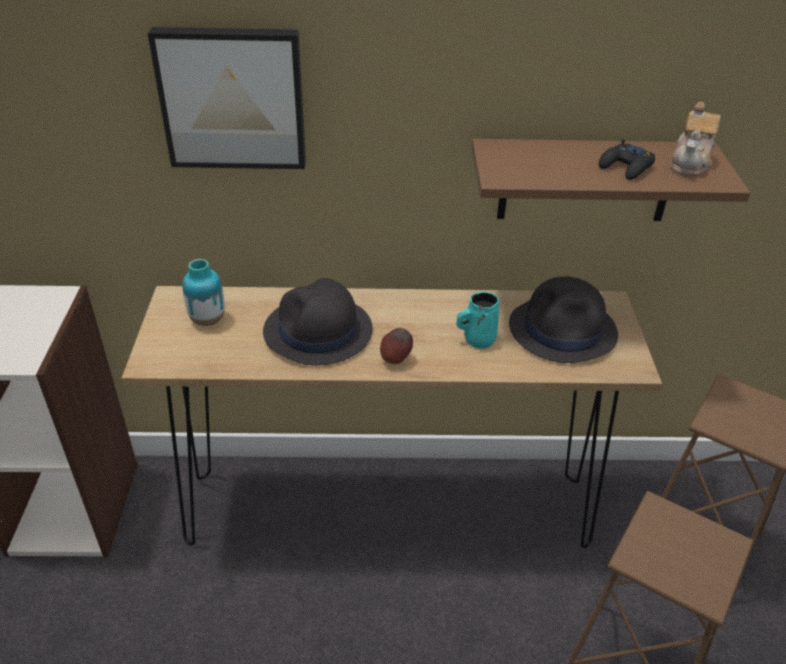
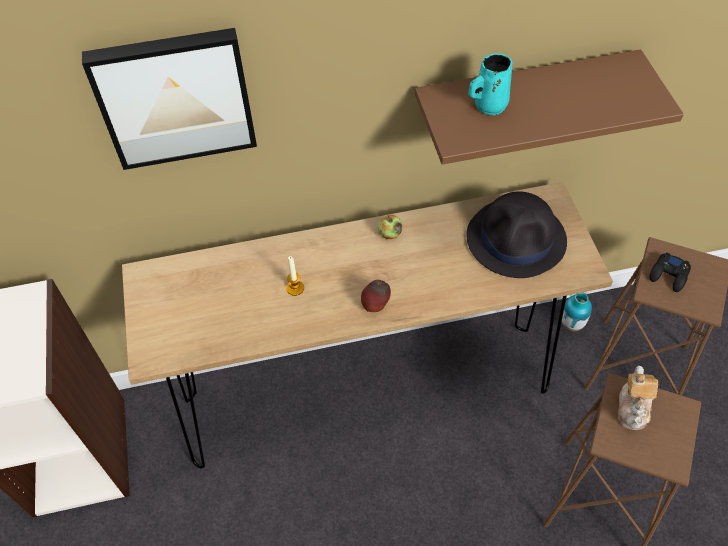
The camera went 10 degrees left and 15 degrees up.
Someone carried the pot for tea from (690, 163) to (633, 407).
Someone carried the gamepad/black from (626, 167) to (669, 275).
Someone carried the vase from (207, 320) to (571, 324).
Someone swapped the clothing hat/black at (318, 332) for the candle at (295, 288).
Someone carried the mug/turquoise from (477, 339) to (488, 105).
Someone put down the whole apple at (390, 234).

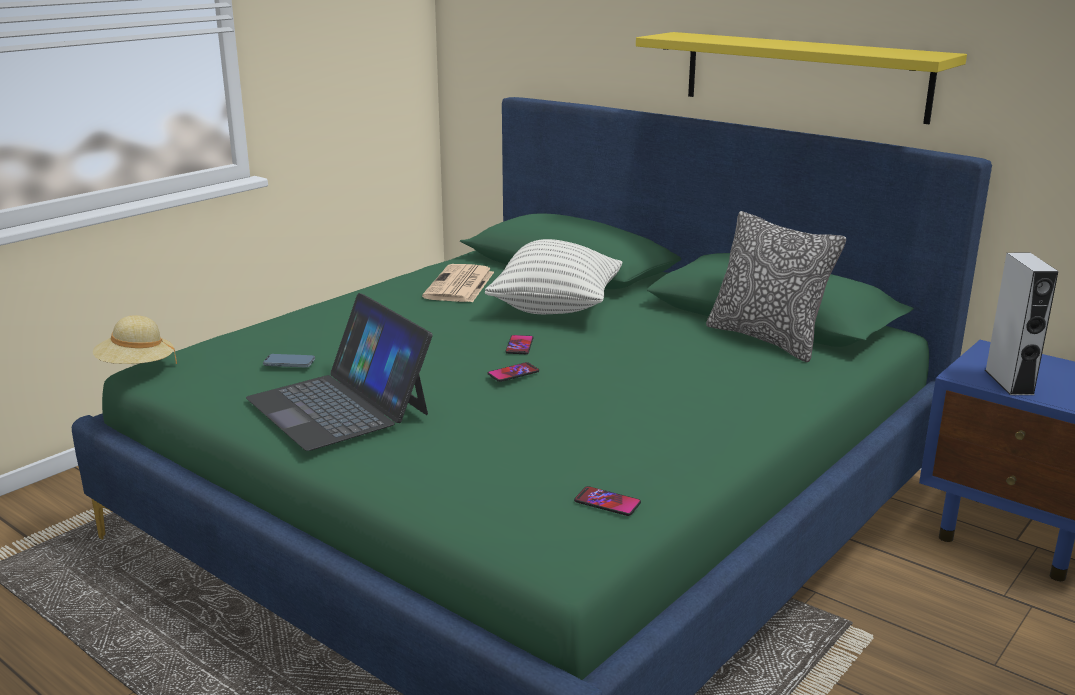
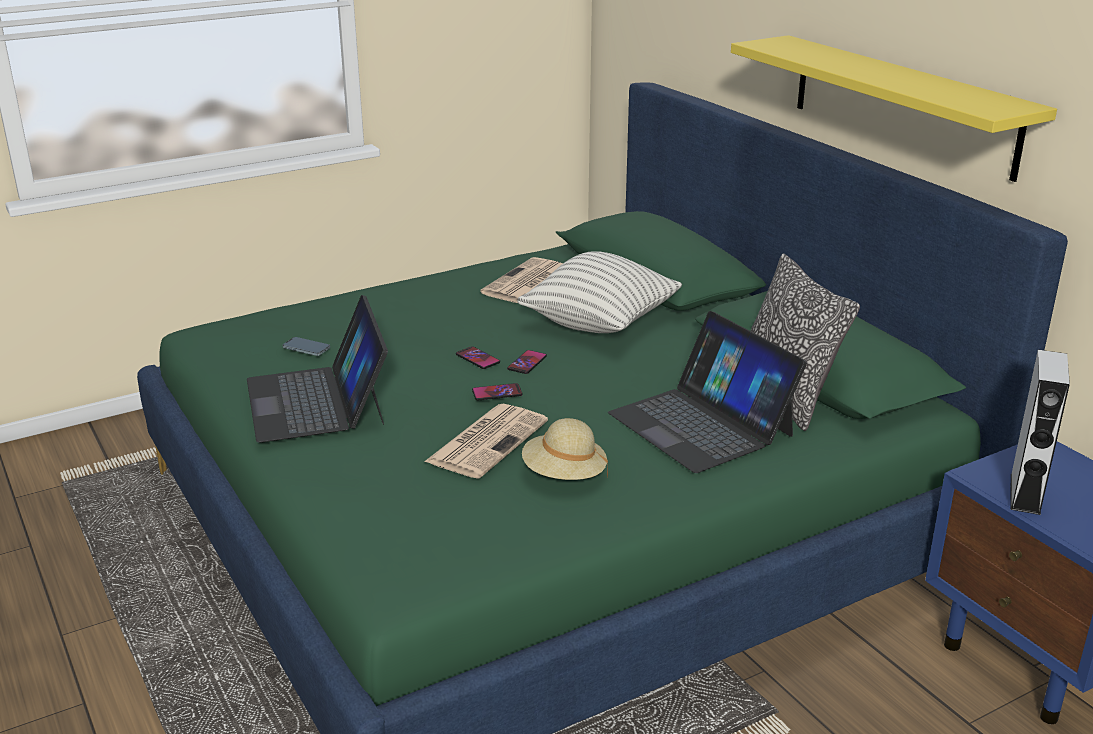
The camera went 20 degrees right and 5 degrees up.
Someone carried the clothing hat/sand-coloured from (136, 368) to (564, 475).
Someone carried the telephone from (607, 502) to (477, 358).
Someone put down the laptop at (701, 424).
Someone put down the daily paper at (487, 441).

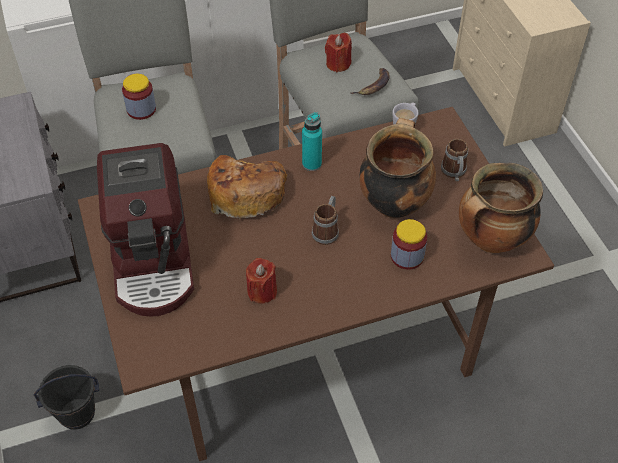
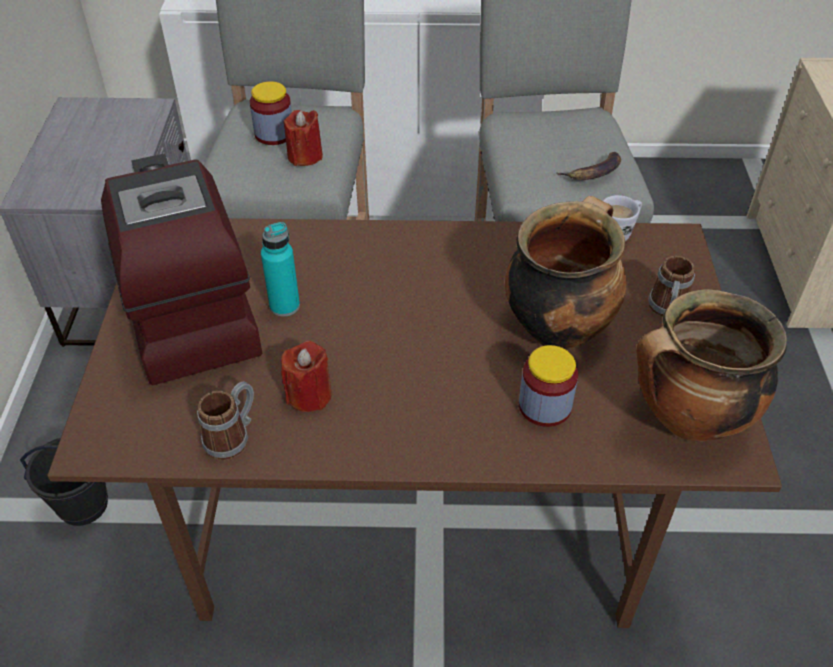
The camera went 20 degrees right and 5 degrees down.
Someone carried the candle/red-coloured from (338, 64) to (305, 156).
Someone carried the beverage bottle/turquoise from (312, 164) to (284, 306).
Someone rotated the coffee brewer at (154, 261) by 150 degrees clockwise.
Someone took away the baked bread at (245, 192).
Someone carried the mug from (327, 230) to (233, 436).

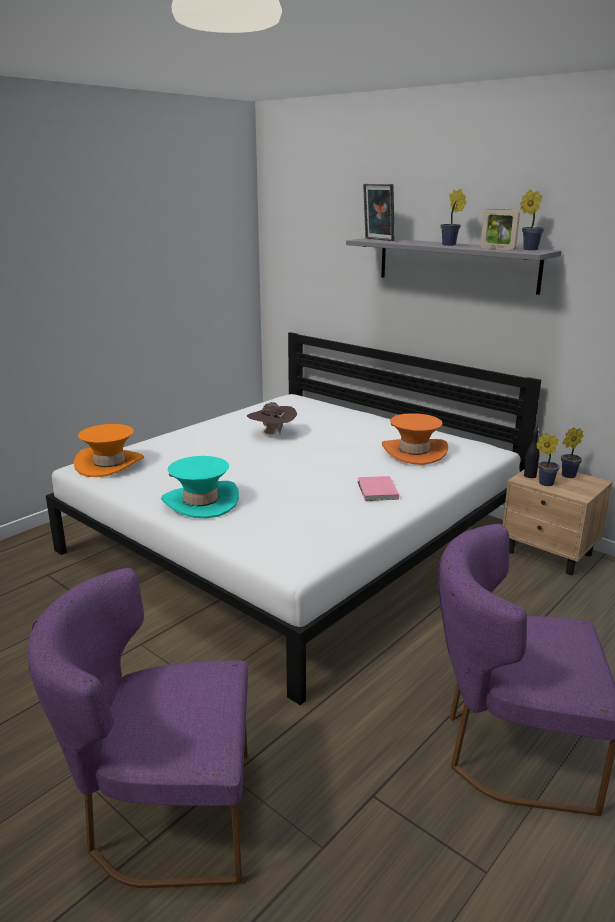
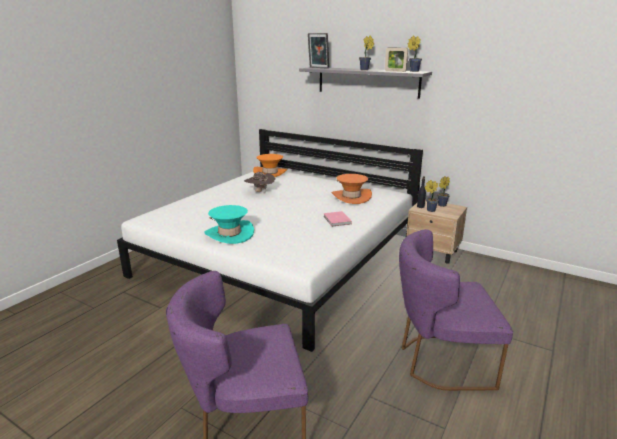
The camera went 10 degrees left and 0 degrees up.
Someone carried the clothing hat/orangey from (109, 464) to (270, 173).

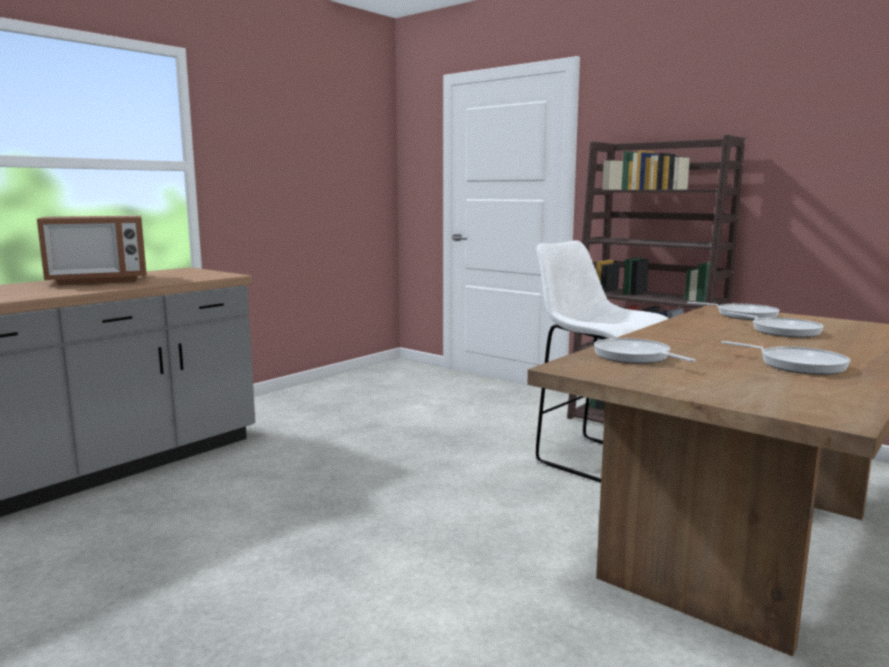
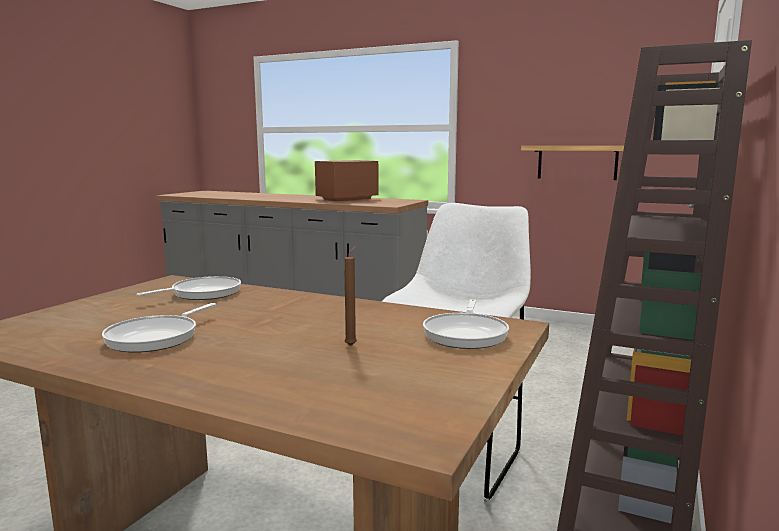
The camera went 75 degrees right and 0 degrees up.
Someone rotated the microwave at (98, 280) by 90 degrees clockwise.
Someone swapped the skillet at (781, 331) for the candle/brownish at (352, 345).
Someone put up the bracket shelf at (577, 162).

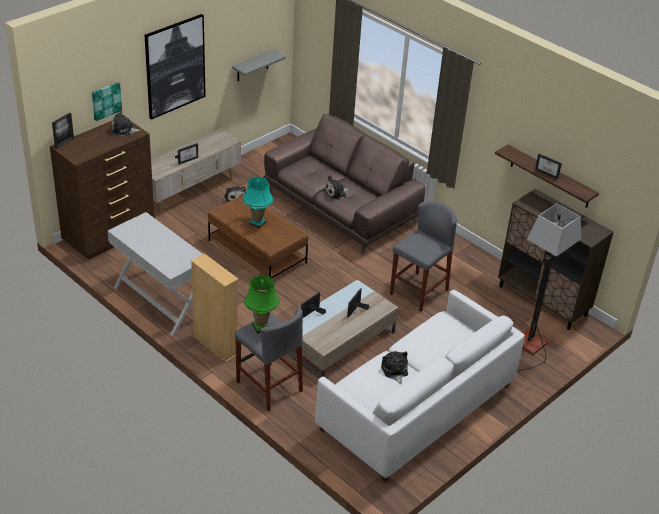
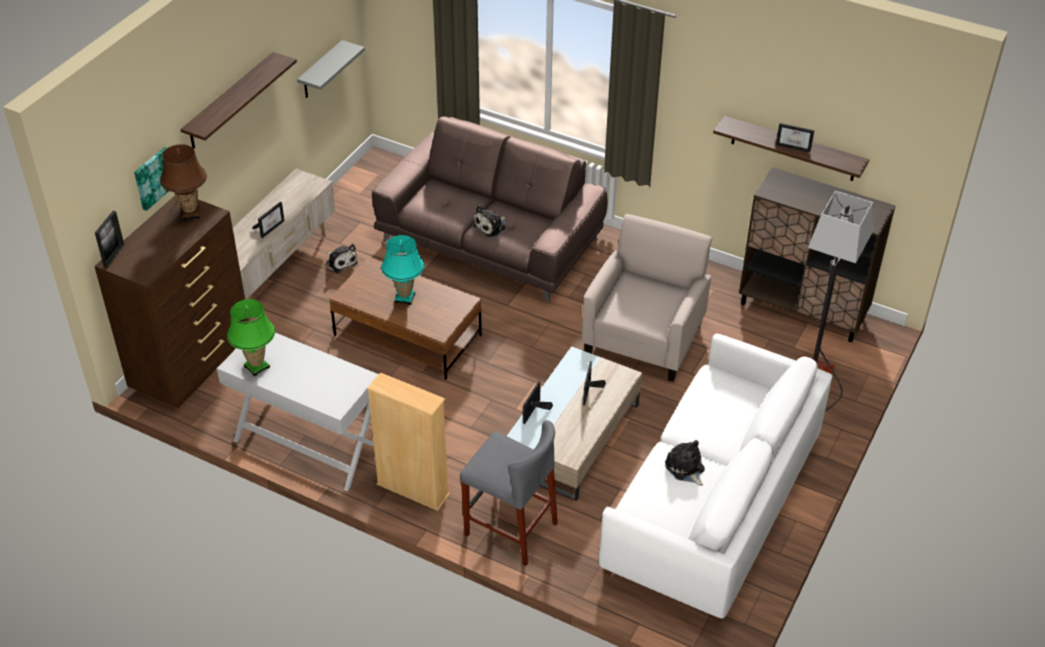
The camera went 15 degrees left and 5 degrees up.
Someone swapped the wall art at (175, 66) for the bracket shelf at (230, 101).
Someone swapped the plush toy at (124, 130) for the table lamp/brownish at (190, 214).
Someone swapped the stool seat/gray at (418, 292) for the armchair/sand-coloured at (644, 338).
Someone carried the table lamp/green from (261, 327) to (256, 366).

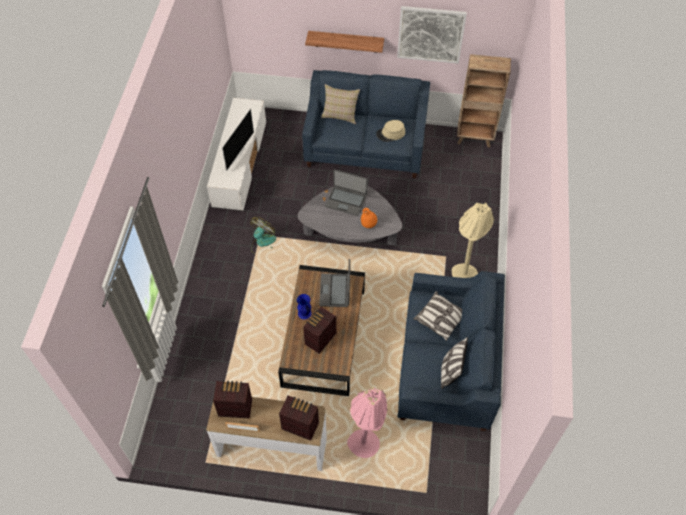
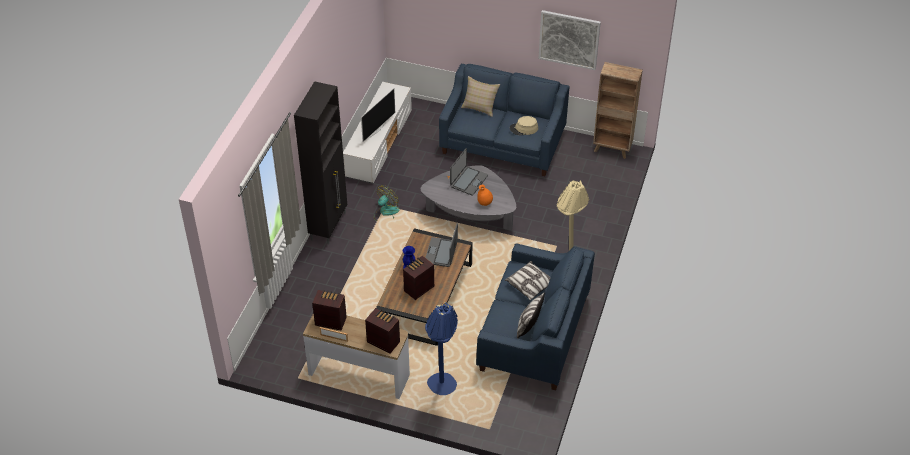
The camera went 10 degrees right and 10 degrees down.
Someone took away the bracket shelf at (346, 41).
Someone rotated the laptop at (346, 201) by 90 degrees counterclockwise.
Someone repainted the standing lamp/pink at (364, 450), which became the standing lamp/blue at (441, 390).
Someone put down the cupboard/black at (329, 226).

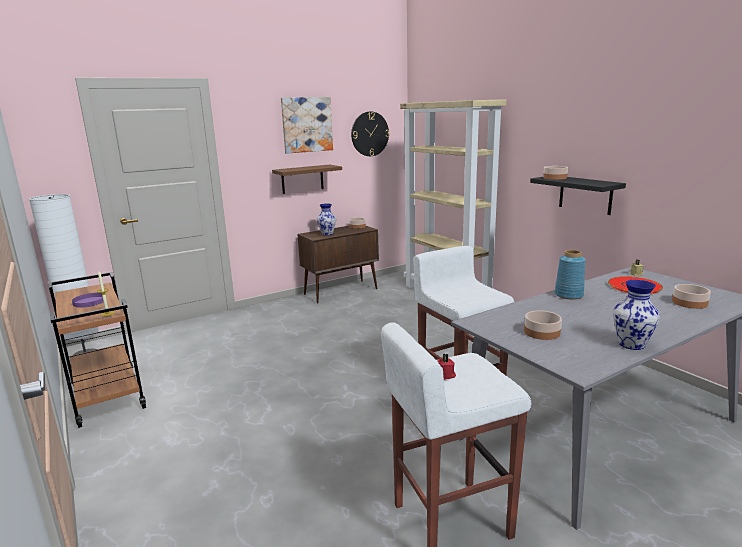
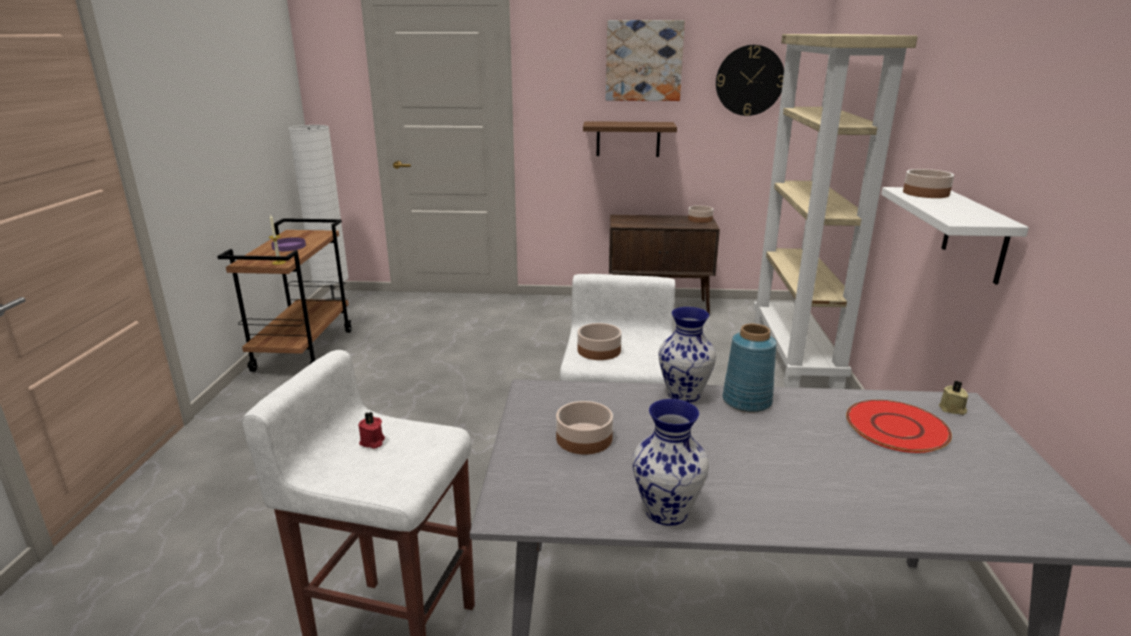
The camera went 35 degrees right and 5 degrees up.
Someone repainted the bracket shelf/black at (585, 194), which became the bracket shelf/white at (975, 235).
Someone carried the vase from (327, 234) to (684, 395).
Someone carried the bowl from (689, 303) to (598, 350).

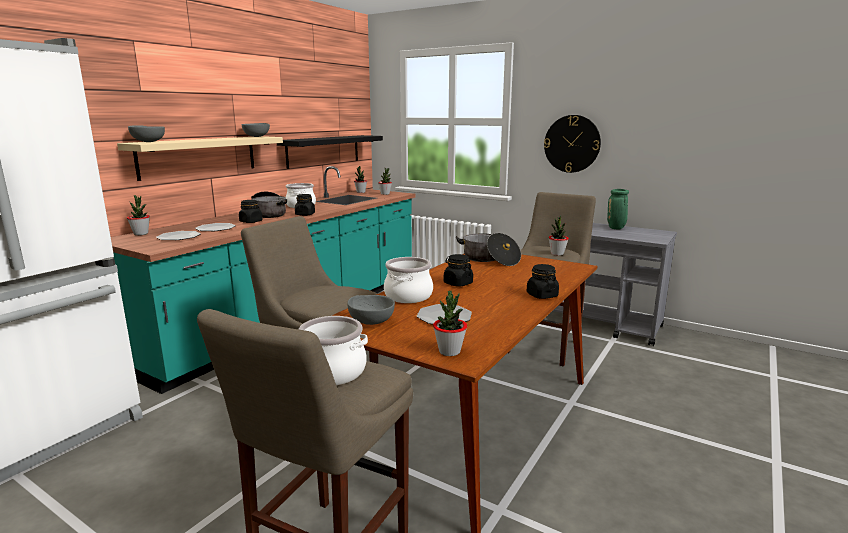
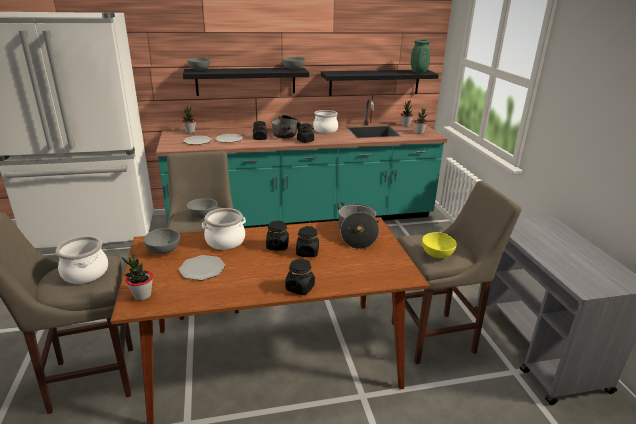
The camera went 45 degrees right and 10 degrees up.
Someone took away the hanging clock at (572, 144).
Someone repainted the bracket shelf/sand-coloured at (199, 156), which became the bracket shelf/black at (246, 81).
Someone carried the vase/green from (616, 228) to (418, 72).
Someone swapped the plant in a pot at (557, 254) for the bowl/yellowish at (437, 254).
Someone put down the bowl/gray at (202, 216).
Someone put down the storage jar/black at (307, 252).

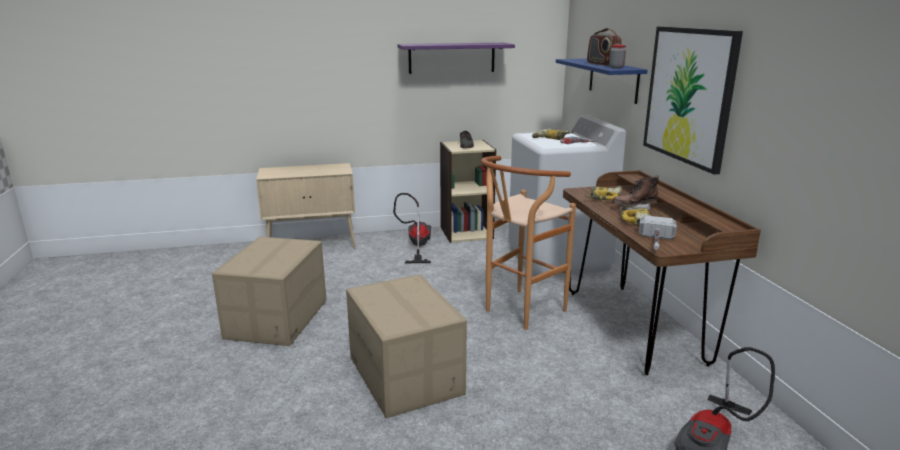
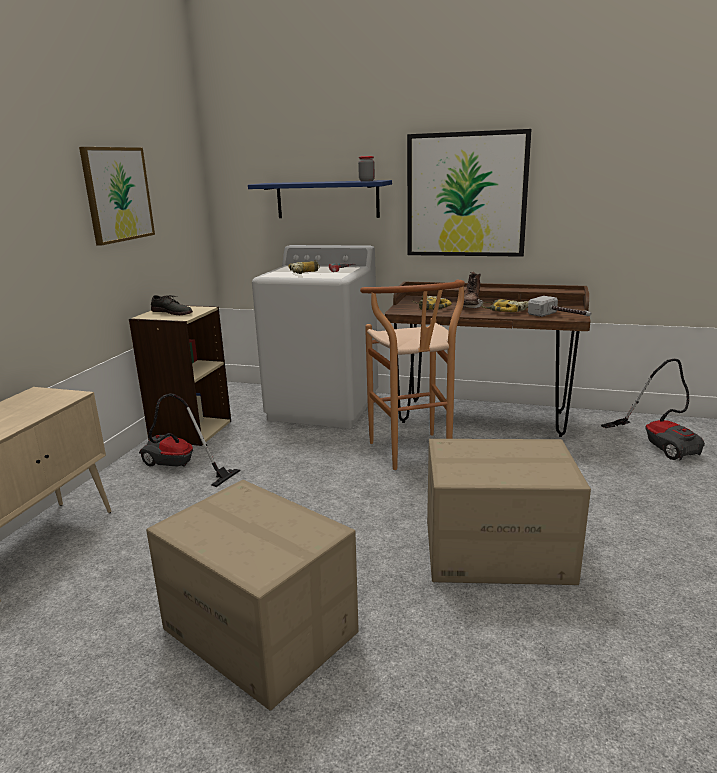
The camera went 60 degrees left and 0 degrees up.
Someone took away the radio set at (602, 64).
Someone swapped the bracket shelf/purple at (452, 58) for the wall art at (117, 194).

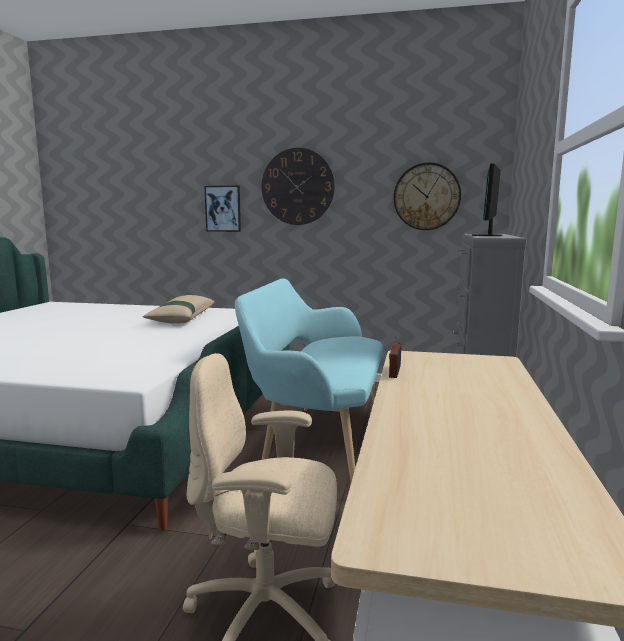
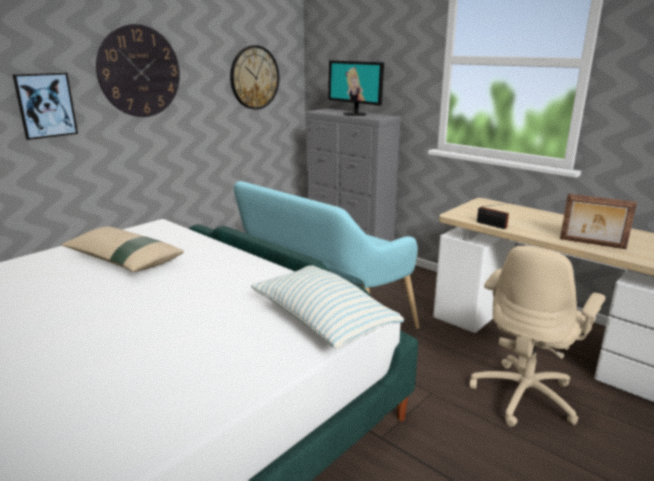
The camera went 60 degrees left and 10 degrees up.
Someone put down the photo frame at (592, 244).
Someone put down the cushion at (322, 321).

